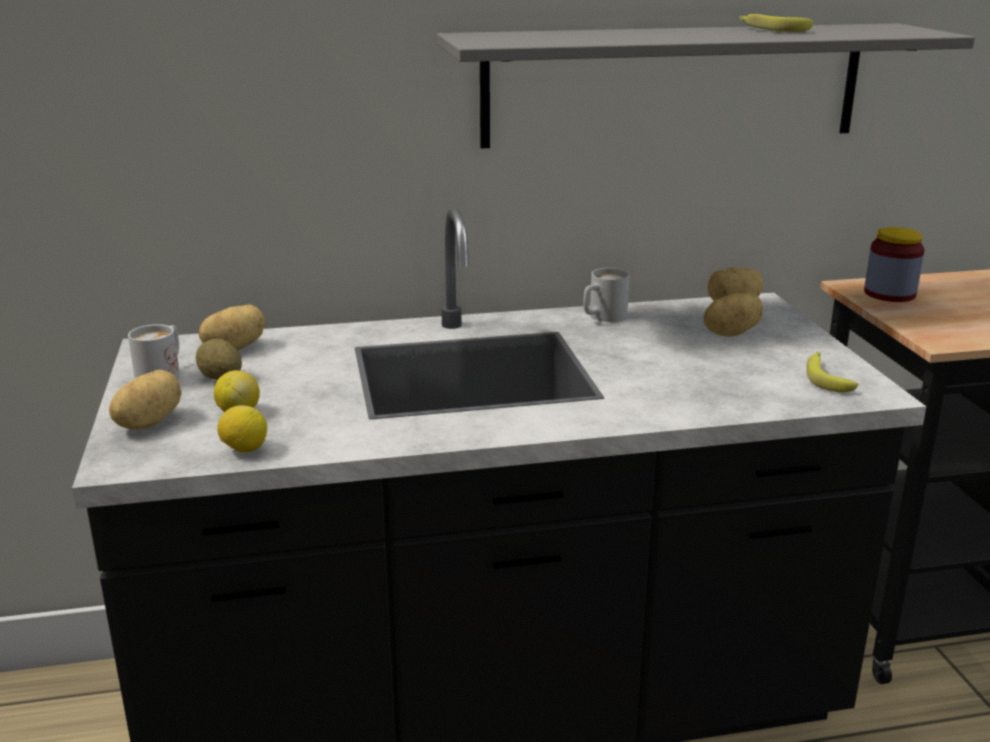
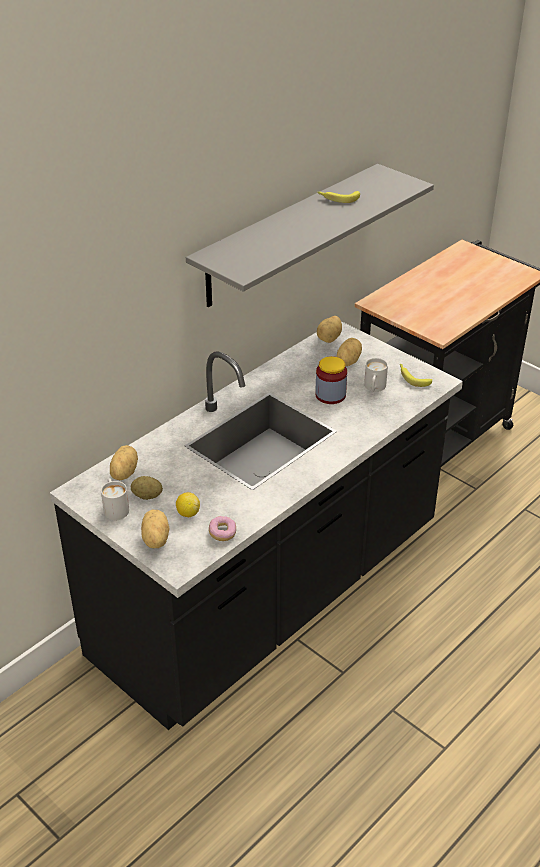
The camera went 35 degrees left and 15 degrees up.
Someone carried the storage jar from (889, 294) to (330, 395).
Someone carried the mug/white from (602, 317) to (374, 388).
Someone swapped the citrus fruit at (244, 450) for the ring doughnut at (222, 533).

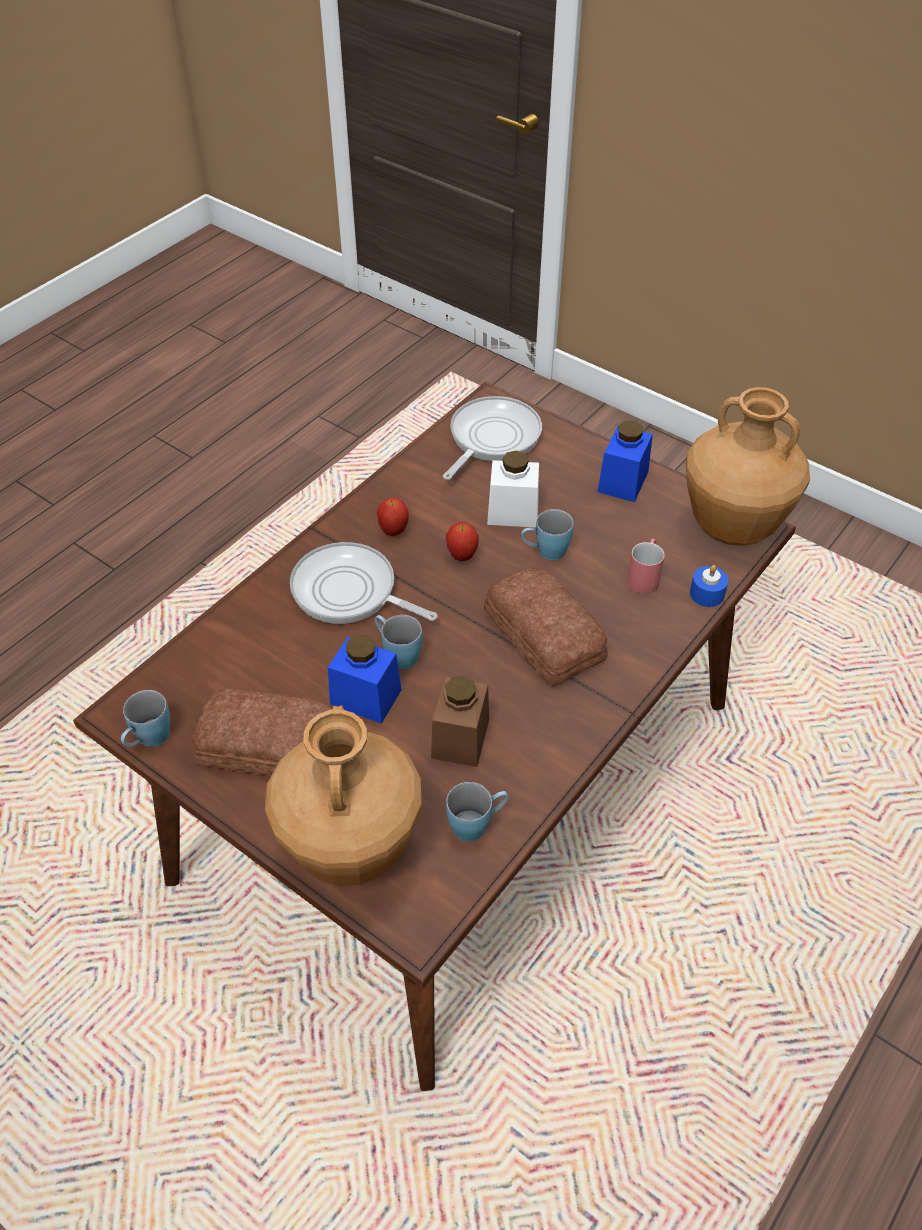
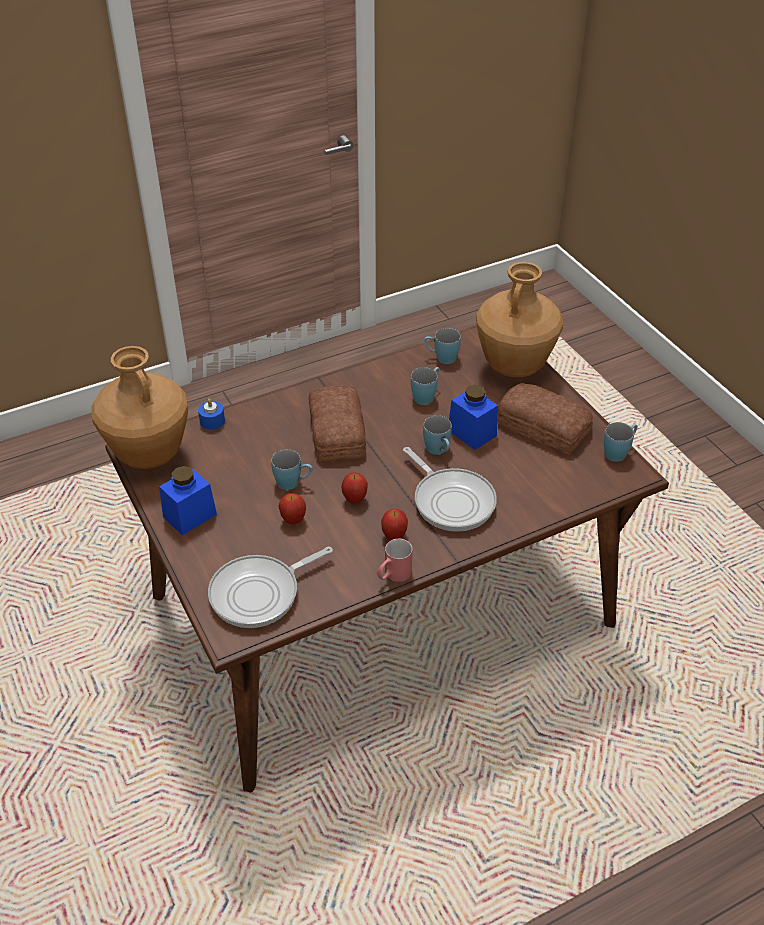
The camera went 155 degrees left and 5 degrees down.
Someone swapped the storage jar/white at (513, 512) for the whole apple at (293, 520).
Someone carried the mug/red-coloured from (644, 576) to (393, 575).
Someone swapped the storage jar/brownish at (460, 738) for the mug/blue at (426, 395).

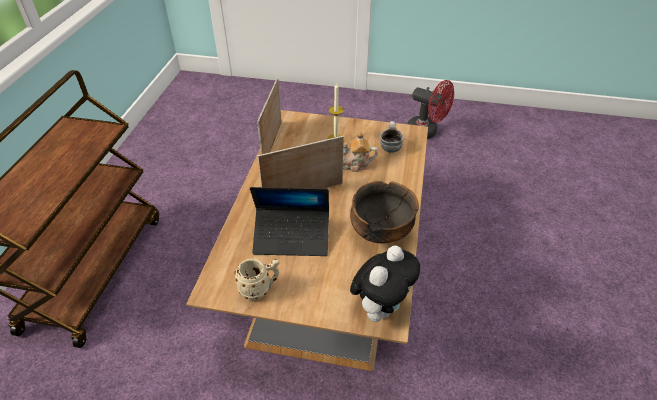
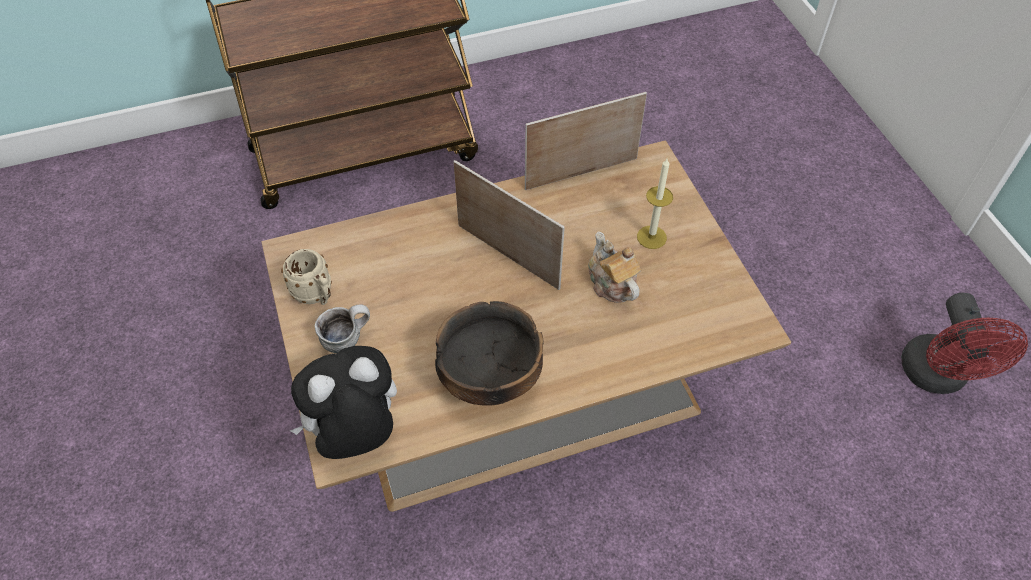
The camera went 60 degrees right and 10 degrees up.
Someone carried the mug from (389, 147) to (346, 338).
Someone took away the laptop at (292, 237).
Someone rotated the plush toy at (381, 307) by 150 degrees clockwise.

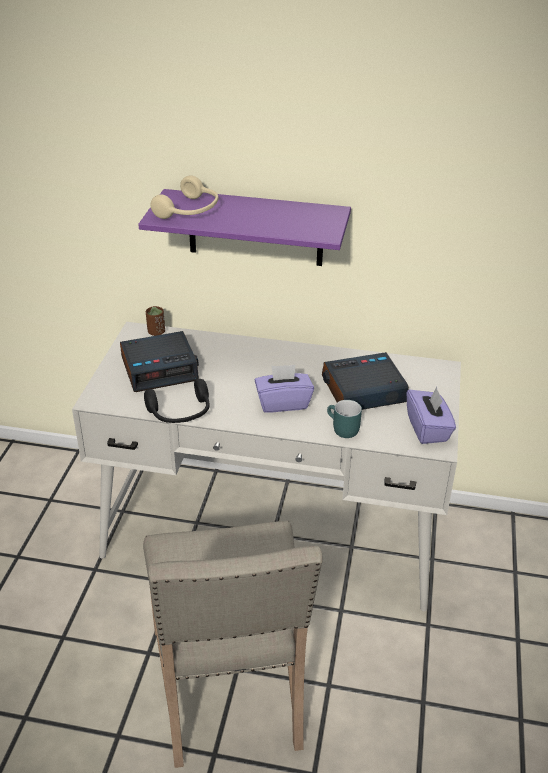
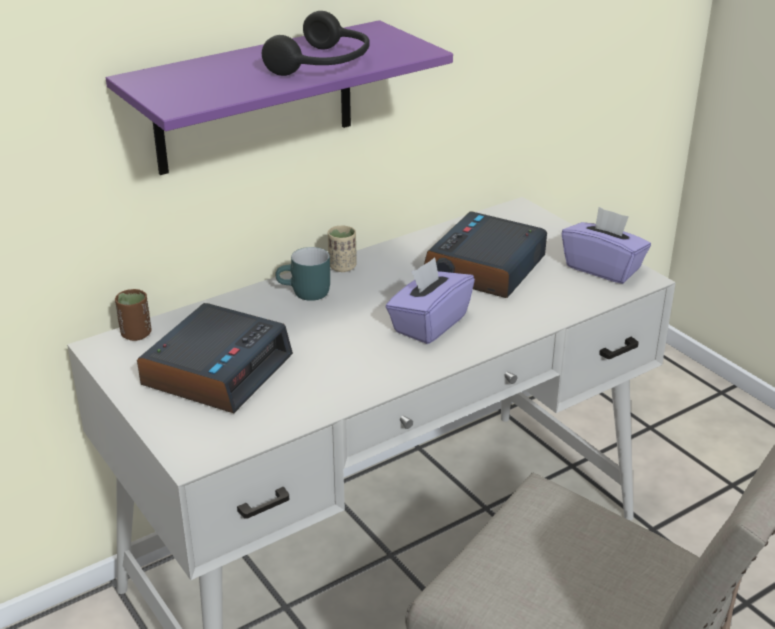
The camera went 45 degrees left and 5 degrees down.
Someone took away the headset/sand-coloured at (190, 211).
Someone carried the headset/black from (180, 413) to (324, 64).
Someone carried the mug/turquoise from (341, 430) to (305, 294).
Someone put down the cup/sand-coloured at (342, 267).

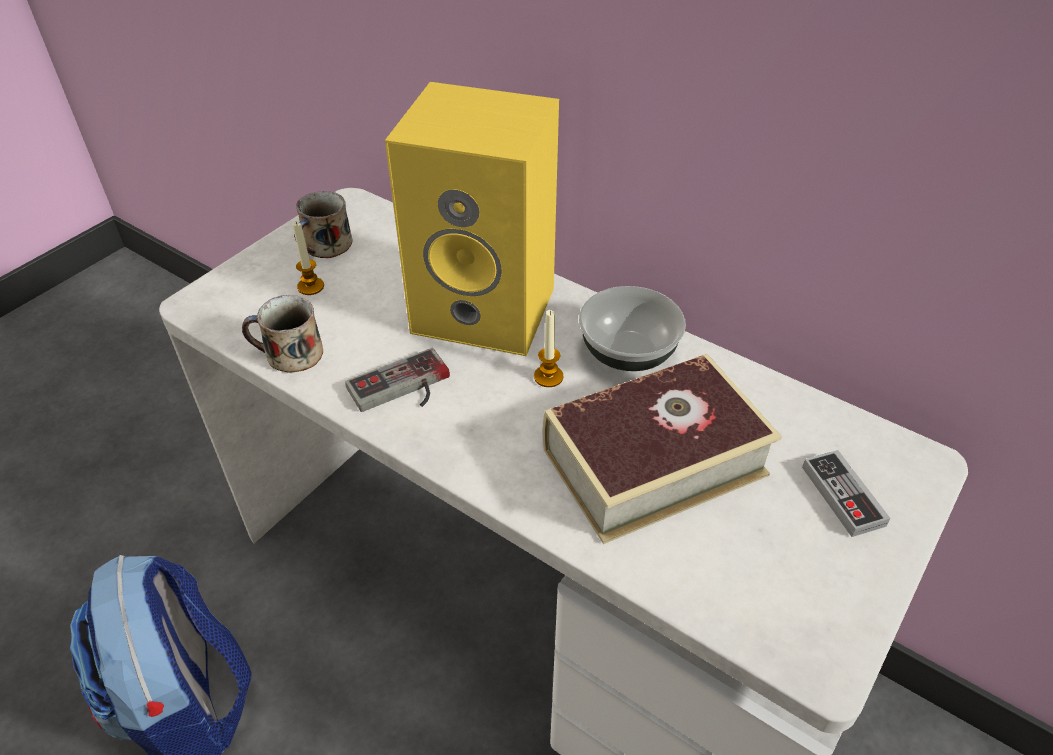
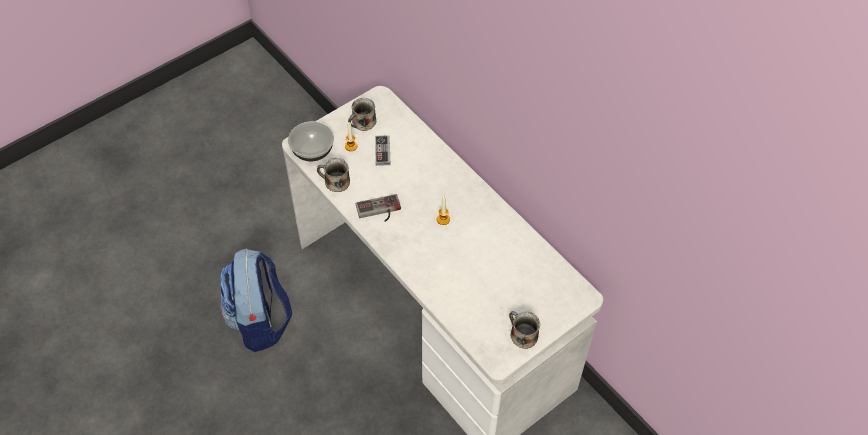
The camera went 15 degrees right and 10 degrees up.
Someone took away the speaker/yellowish at (488, 309).
Someone carried the bowl from (626, 352) to (312, 150).
Someone took away the volume at (654, 461).
Someone carried the gamepad from (842, 496) to (382, 152).
Someone put down the mug at (522, 335).

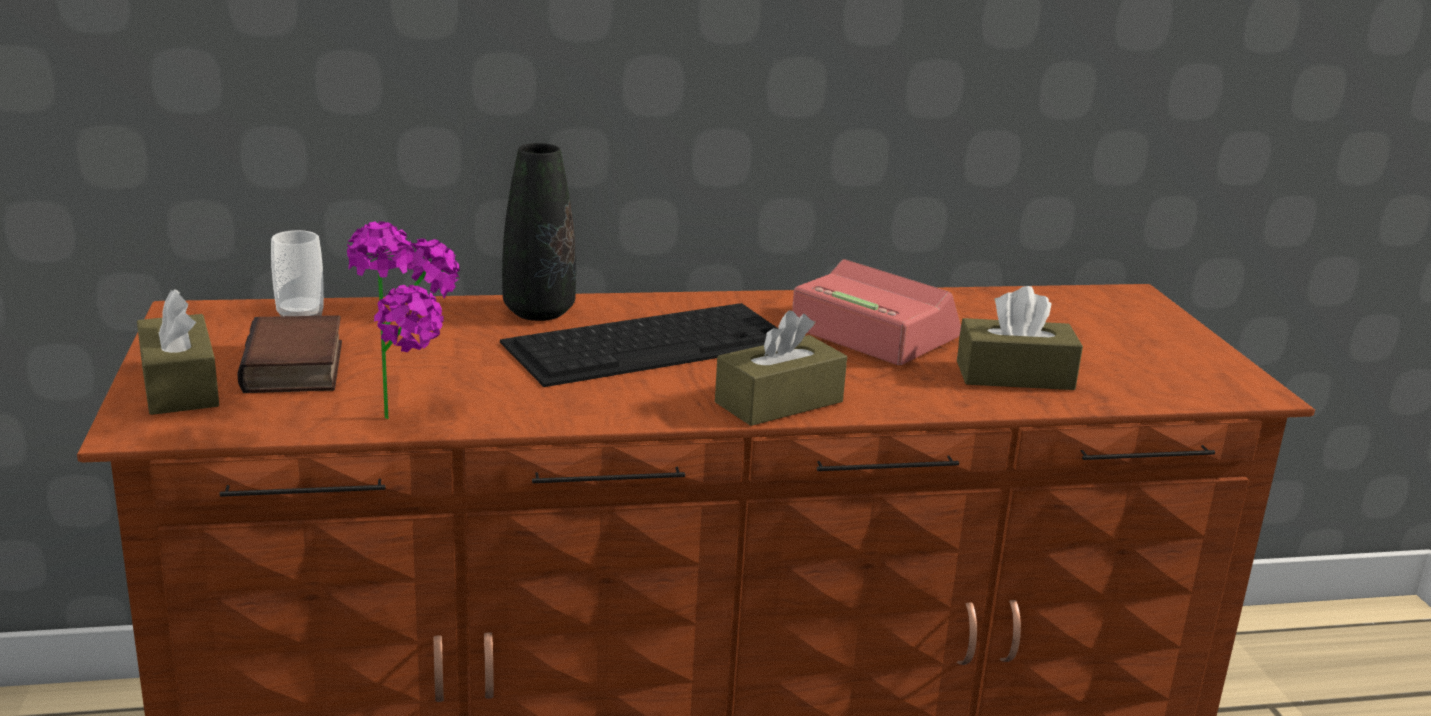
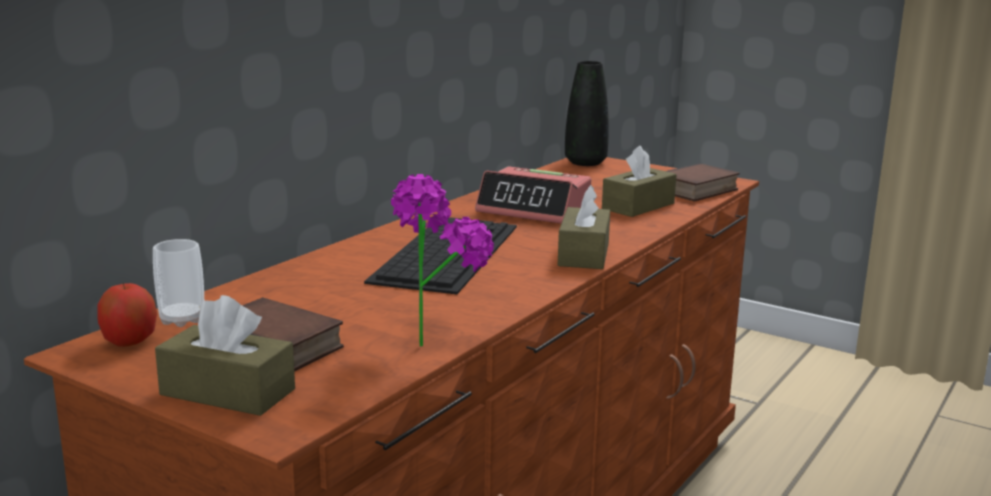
The camera went 45 degrees left and 5 degrees down.
Someone carried the vase/black from (539, 312) to (585, 162).
Someone rotated the table clock at (873, 333) by 150 degrees counterclockwise.
Someone put down the volume at (697, 191).
Someone put down the whole apple at (129, 342).

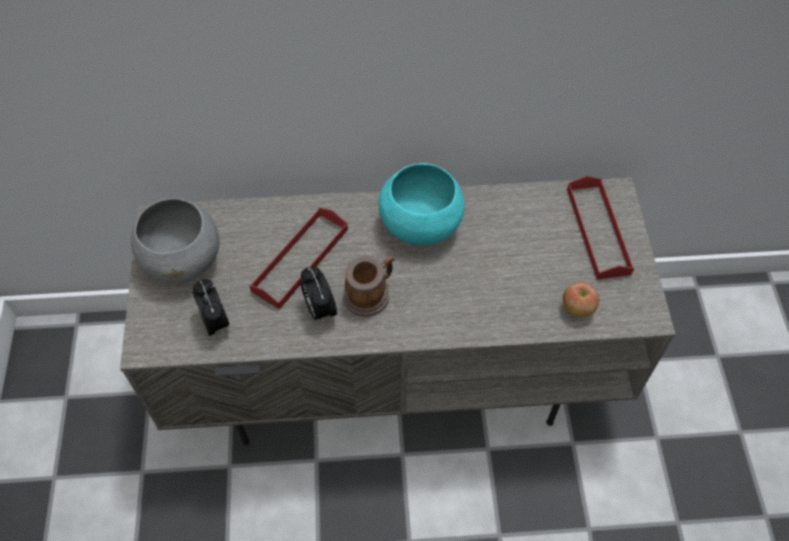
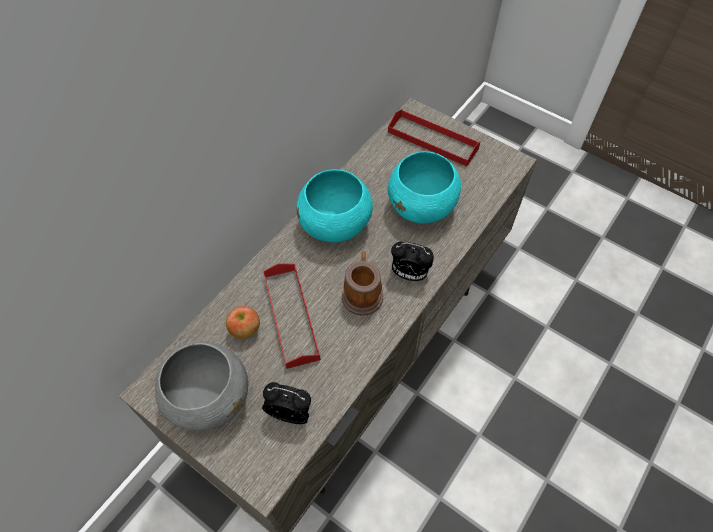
The camera went 50 degrees left and 0 degrees up.
Someone carried the table clock from (319, 309) to (409, 274).
Someone carried the whole apple from (577, 309) to (245, 330).
Someone put down the bowl/turquoise at (422, 206).

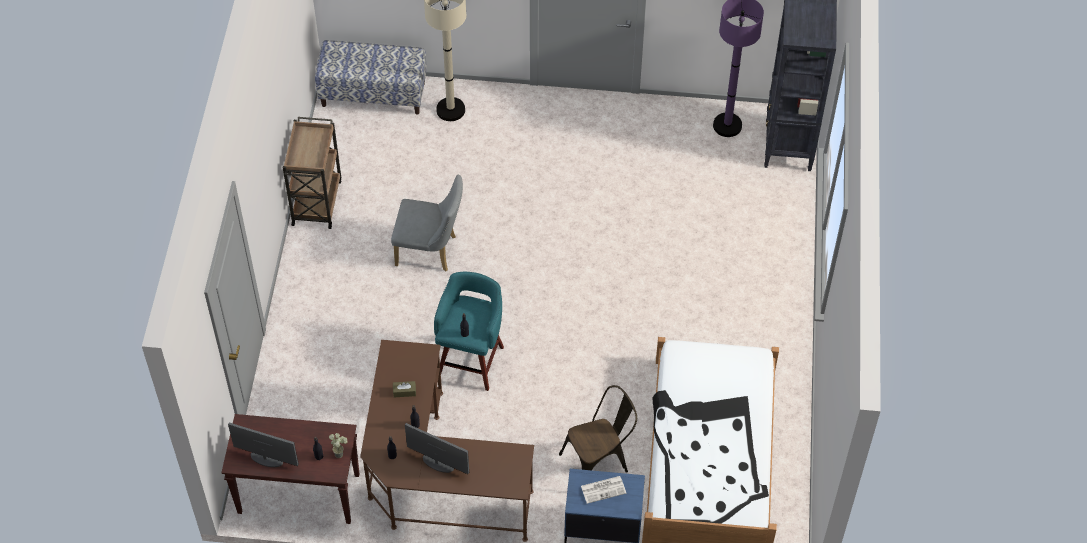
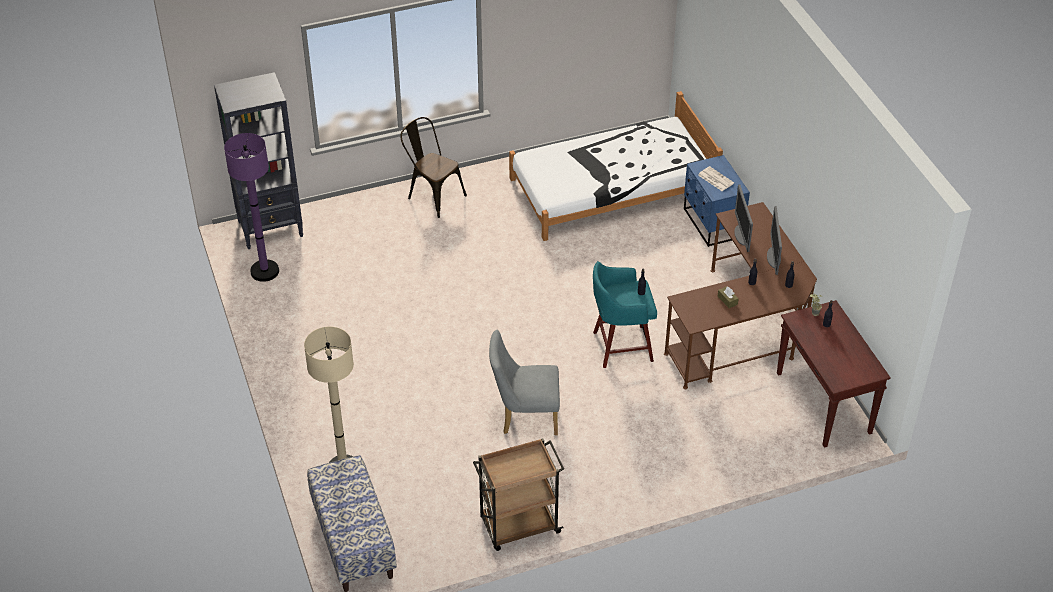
The camera went 115 degrees left and 10 degrees down.
Someone rotated the plain chair/gray at (431, 251) by 75 degrees counterclockwise.
Someone carried the plain chair/brownish from (599, 462) to (432, 196).
Someone carried the computer screen from (266, 459) to (741, 235).

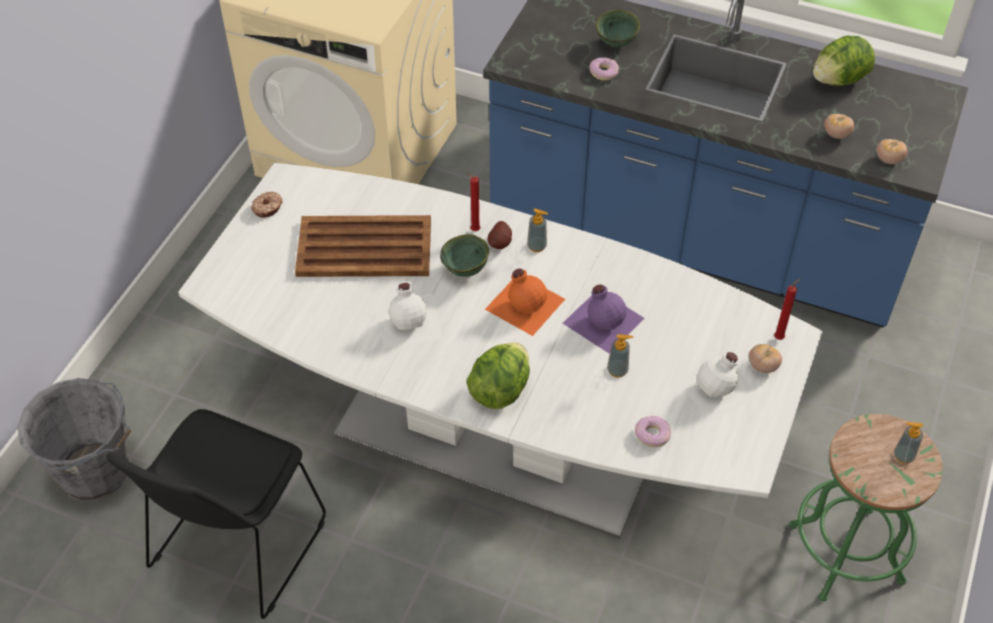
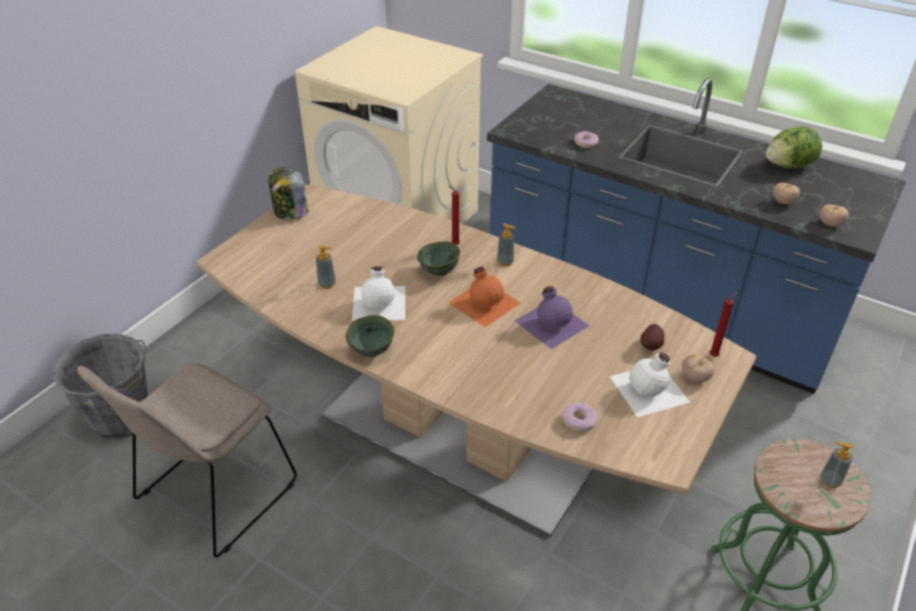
The camera went 10 degrees right and 10 degrees down.
Someone carried the bowl/green from (617, 43) to (373, 351).
Someone repainted the dining table/white at (495, 436), which became the dining table/brownish at (457, 436).
Someone swapped the ring doughnut at (268, 208) for the storage jar at (290, 212).
Someone took away the serving tray/brownish at (366, 248).
Someone carried the potato from (501, 243) to (651, 346).
Someone carried the soap dispenser from (617, 370) to (327, 284).
Someone took away the lettuce head at (500, 390).
Someone repainted the plain chair/black at (235, 548), which became the plain chair/sand-coloured at (213, 494).

